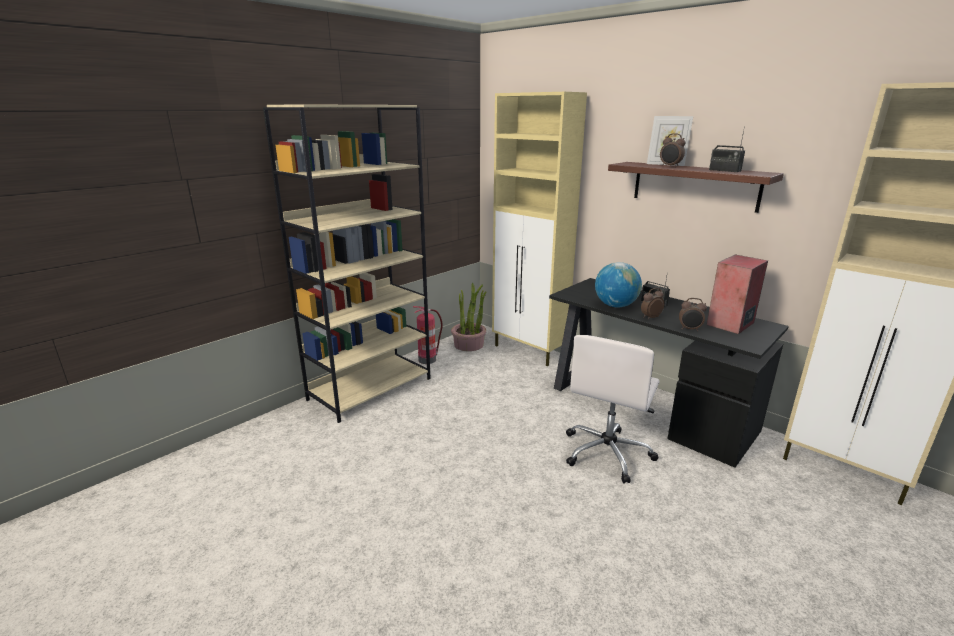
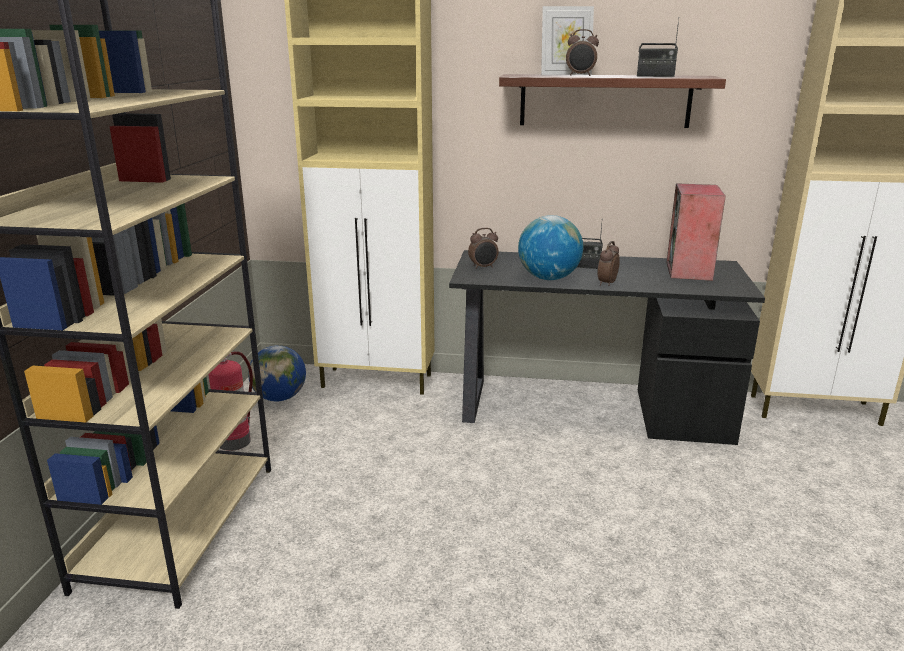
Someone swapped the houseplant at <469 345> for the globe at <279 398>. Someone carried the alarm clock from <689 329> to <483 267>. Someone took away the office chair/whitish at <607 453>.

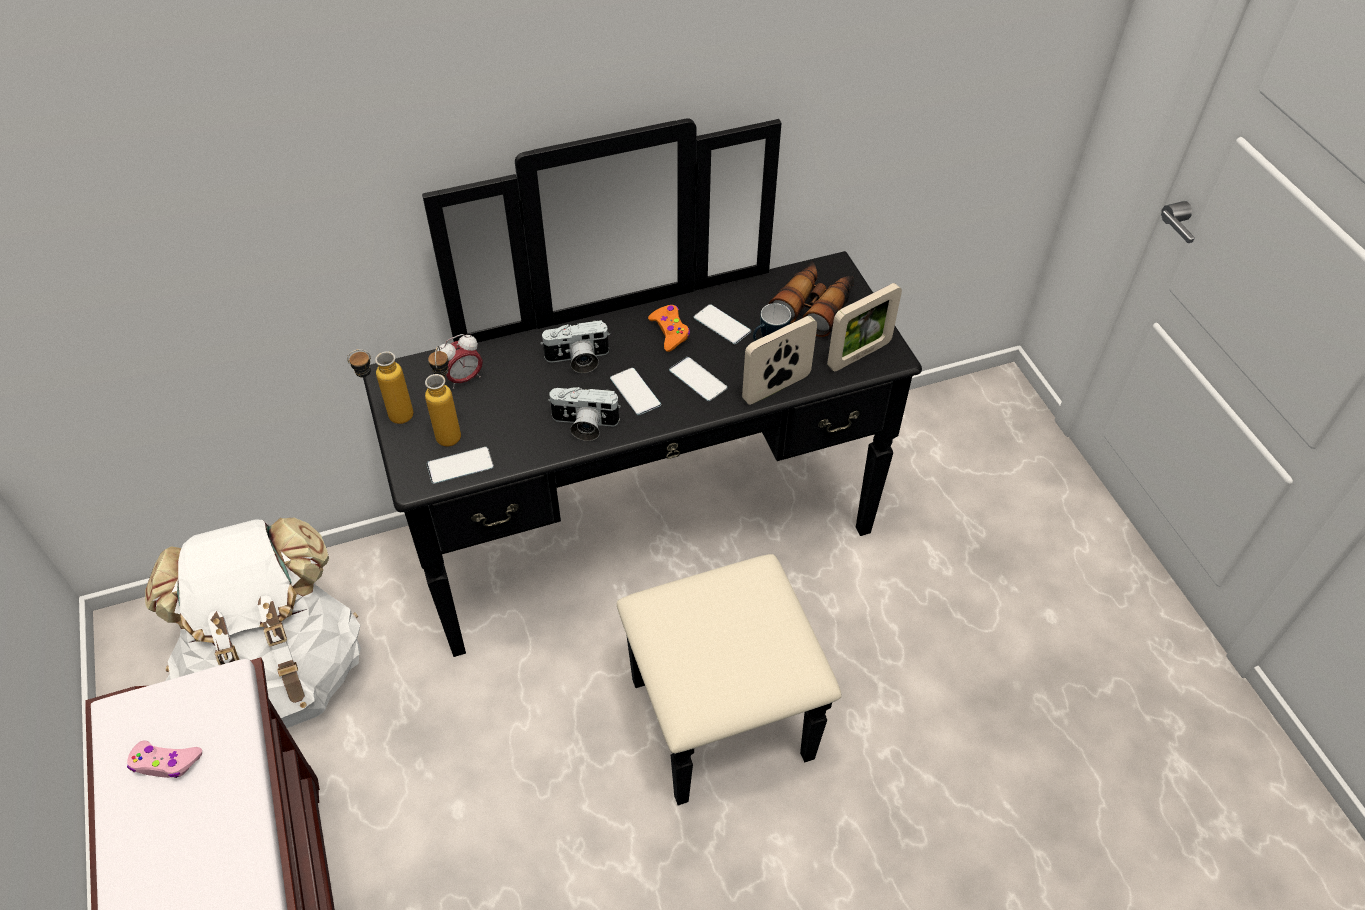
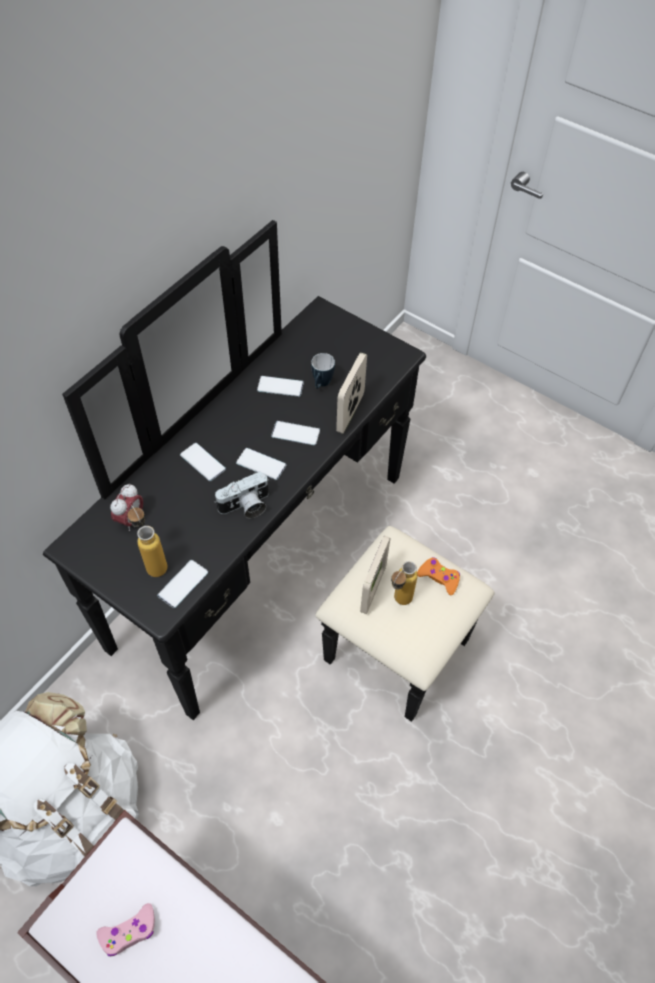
Someone took away the field glasses at <814 306>. Someone carried the standing frame from <859 355> to <373 589>. Someone carried the gamepad/orange from <670 332> to <439 578>. Someone swapped the photo camera at <578 360> for the phone at <203 462>. Someone carried the drink bottle from <390 418> to <398 603>.

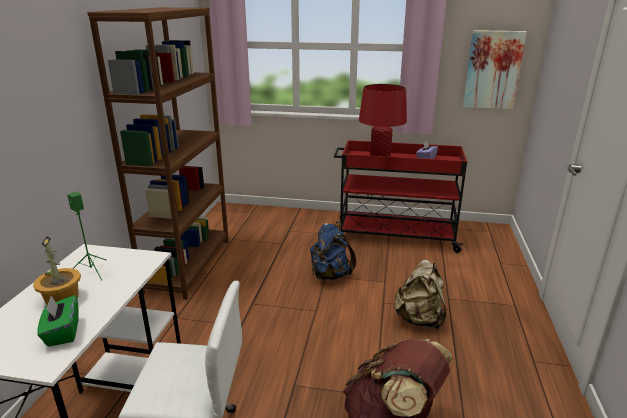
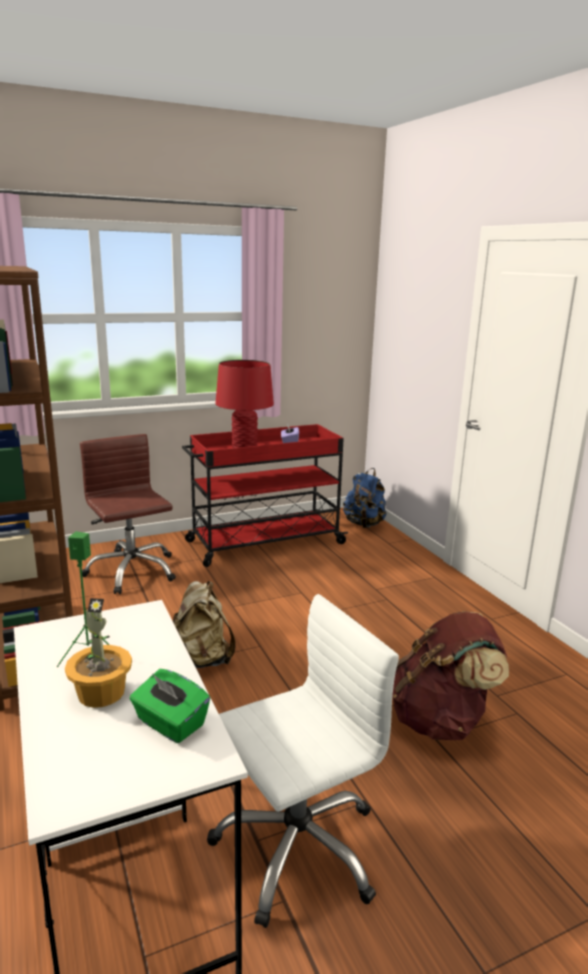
Someone took away the wall picture at <492 70>. Someone carried the knapsack/blue from <330 275> to <364 524>. Someone carried the knapsack/beige-coloured from <419 319> to <200 660>. Someone put down the office chair/brown at <131 571>.

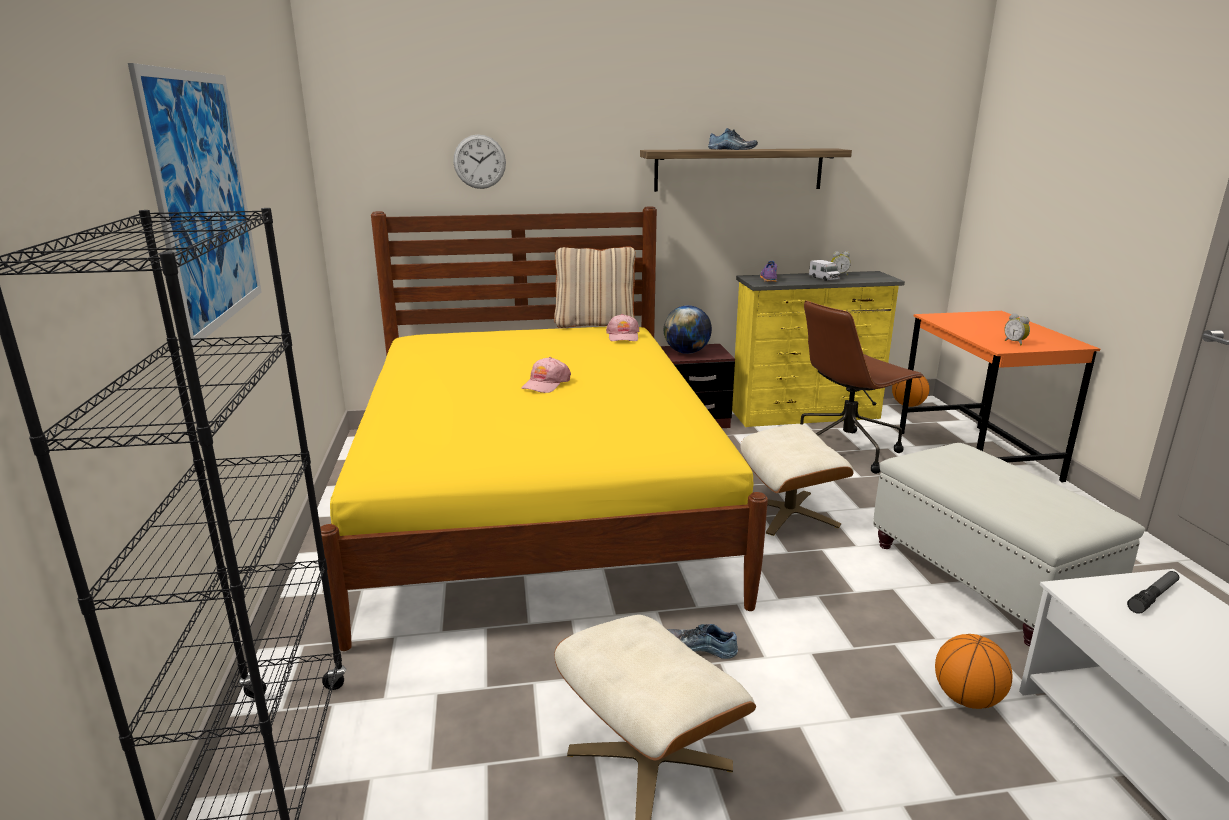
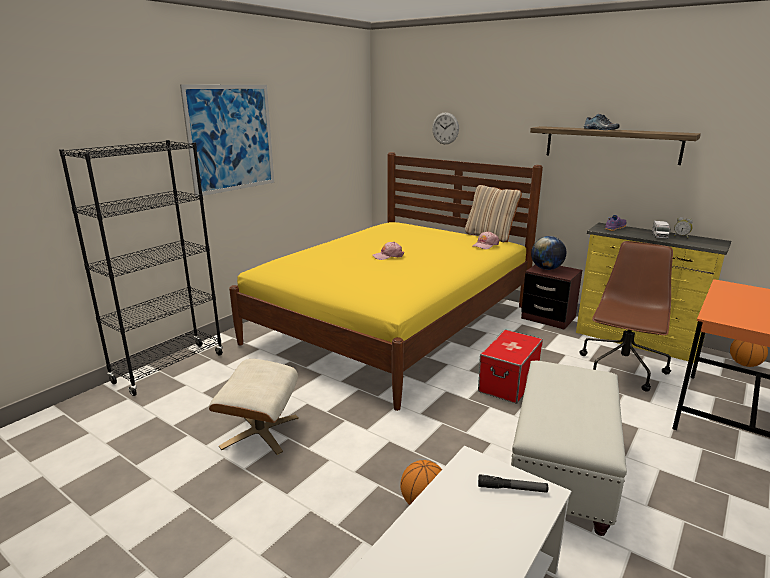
Someone rotated the office chair/brown at <846 450> by 105 degrees clockwise. Someone took away the alarm clock at <1015 342>. Someone swapped the ottoman/beige-coloured at <790 512> for the storage box at <509 383>. Someone took away the low shoe at <699 647>.

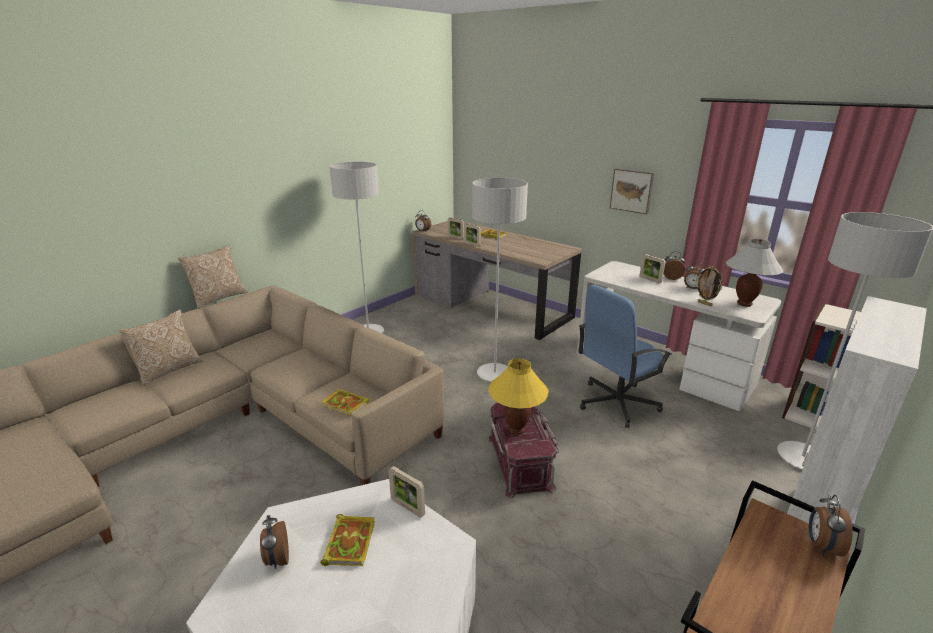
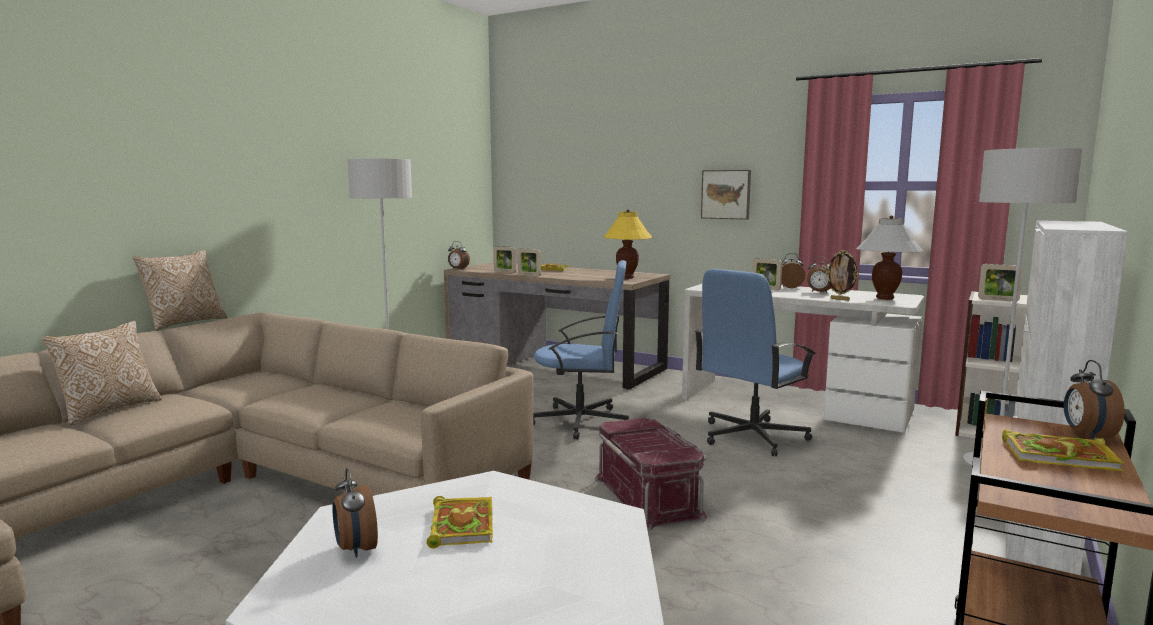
Someone swapped the standing lamp/grey at <494 374> for the office chair/blue at <582 421>. Someone carried the table lamp/yellowish from <516 430> to <627 277>. Someone carried the volume from <346 404> to <1061 456>. Someone carried the standing frame from <407 507> to <998 300>.

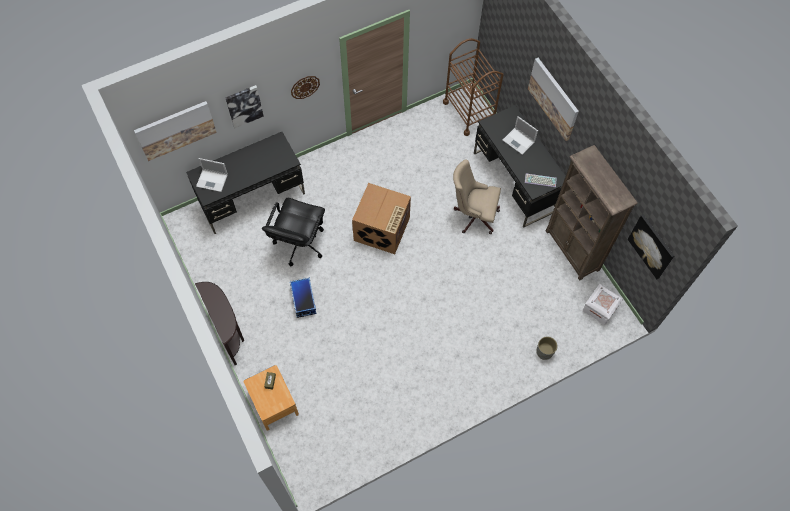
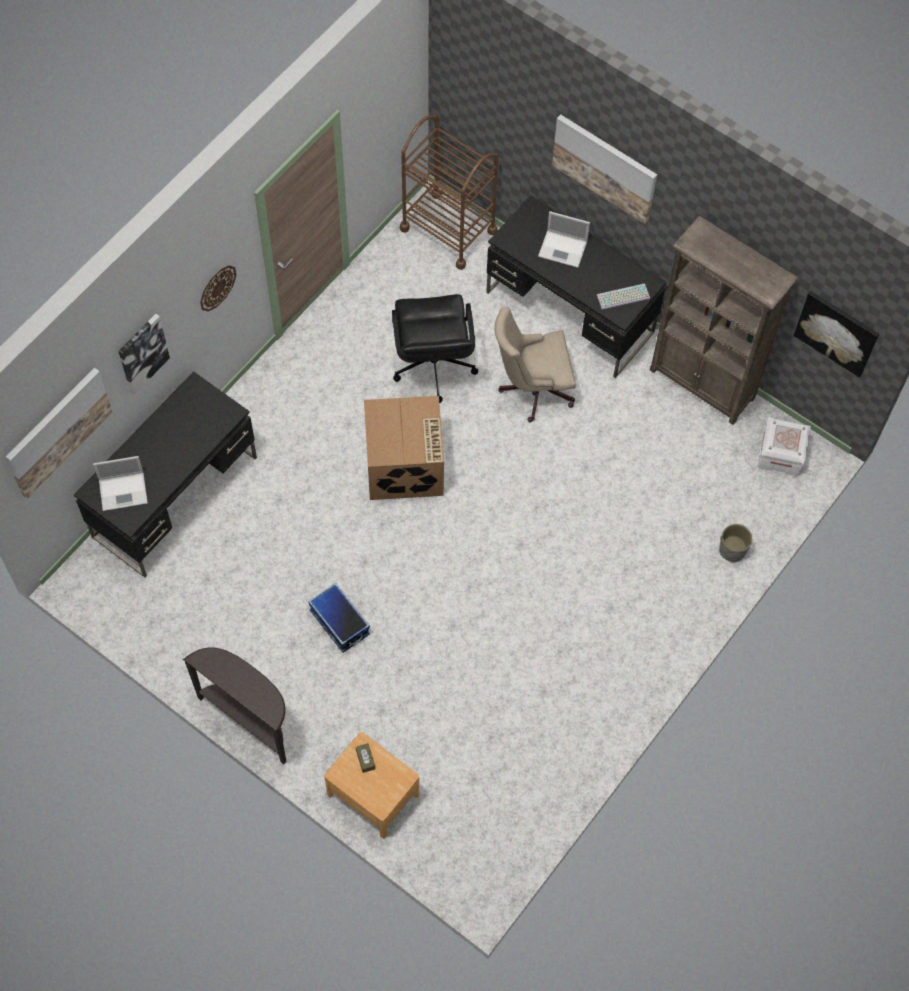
Someone carried the office chair/black from <299 244> to <433 366>.

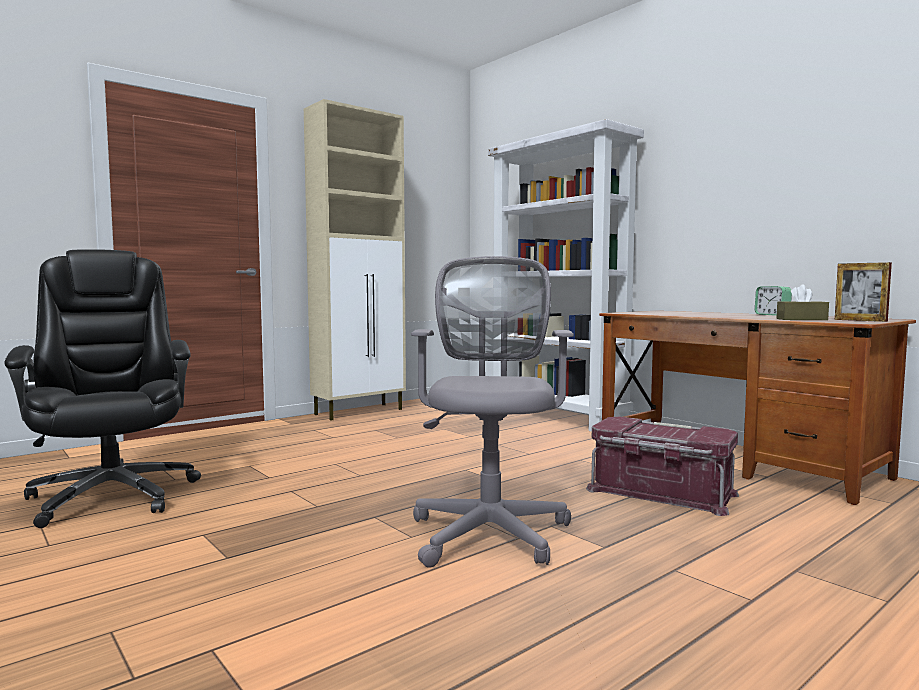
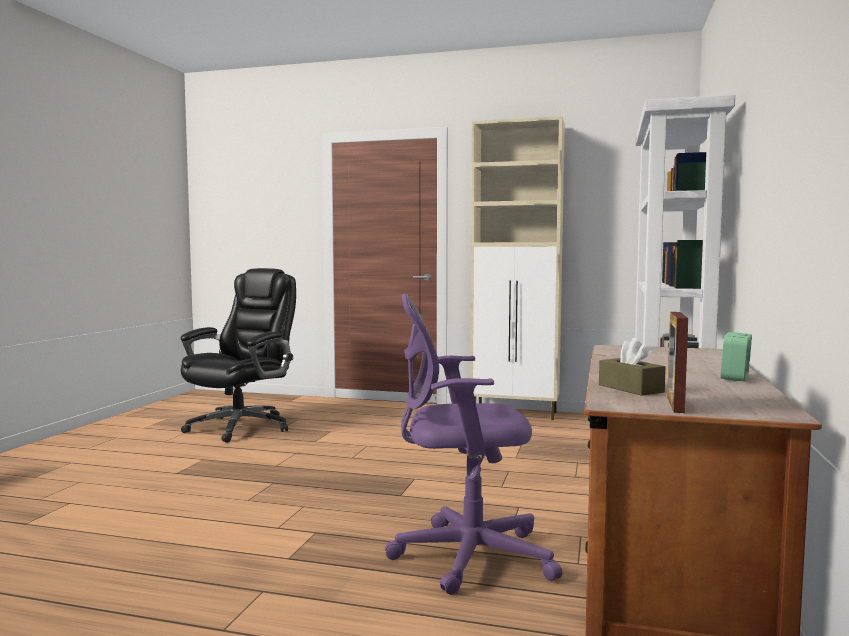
Someone took away the office chair/grey at <490 531>. Someone swapped the storage box/red at <660 492> for the office chair/purplish at <464 556>.

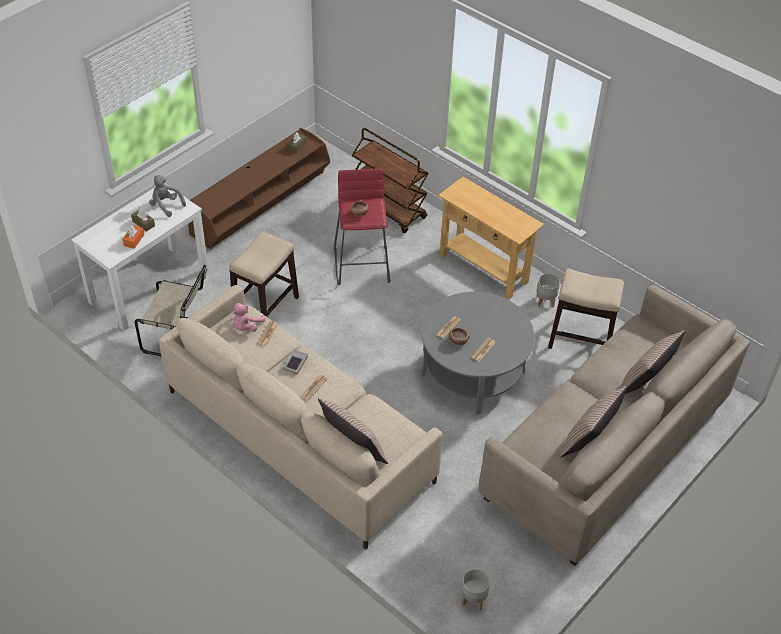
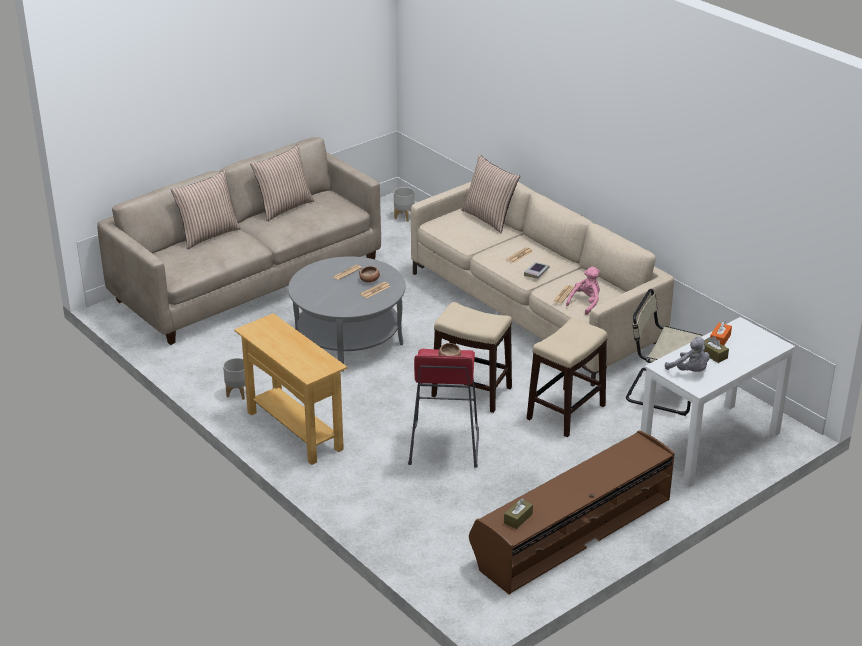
Someone took away the cart/brown at <389 209>. Someone carried the stool seat from <580 339> to <472 392>.

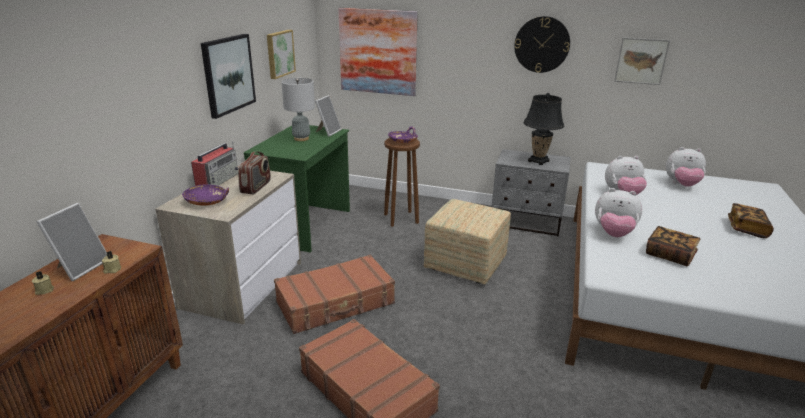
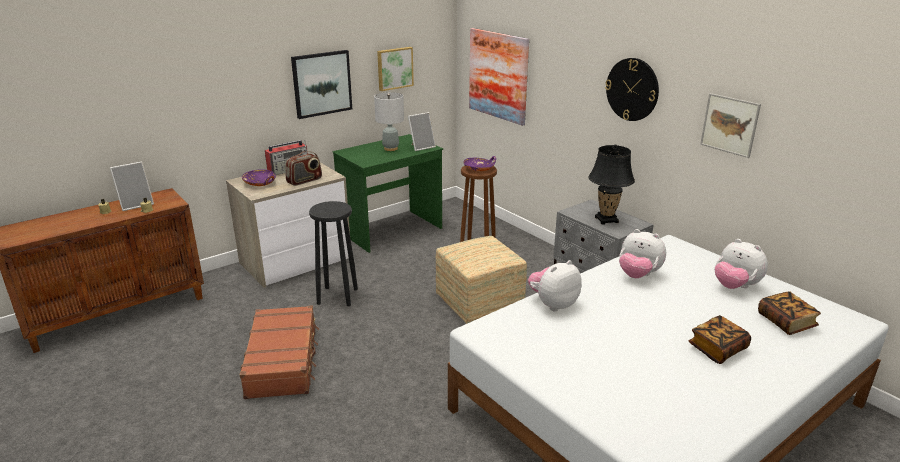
Someone rotated the plush toy at <613 234> by 90 degrees clockwise. Someone carried the volume from <670 255> to <786 322>. Someone swapped the piece of luggage/brown at <336 303> for the stool seat/black at <338 296>.

